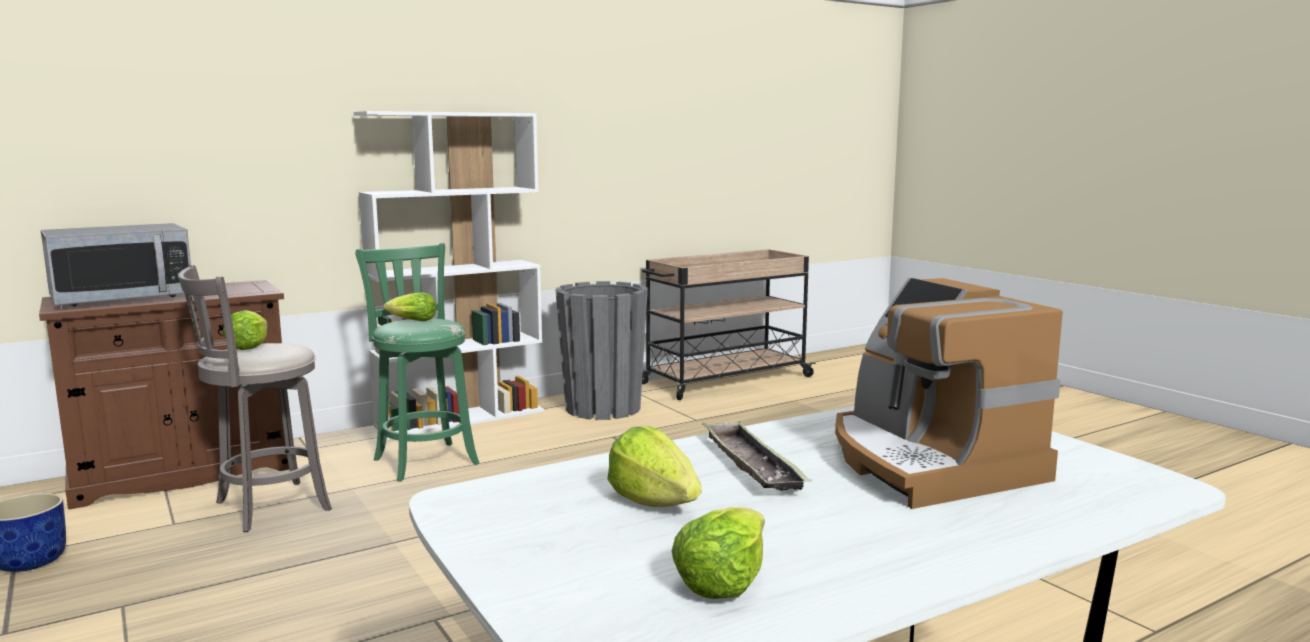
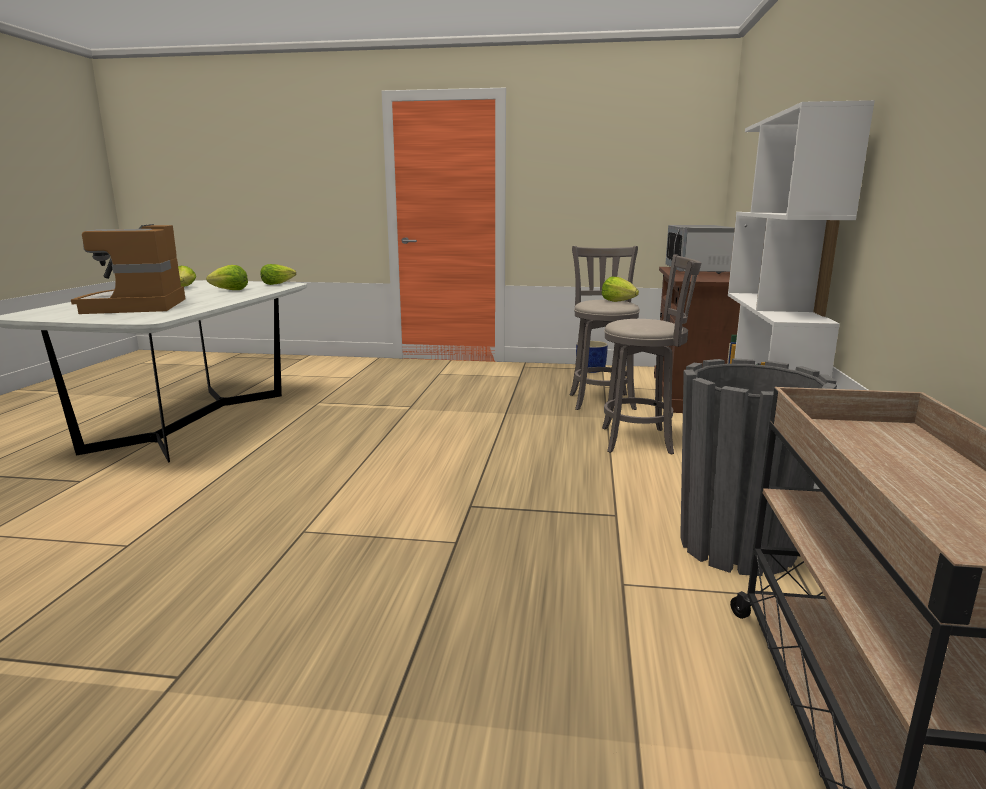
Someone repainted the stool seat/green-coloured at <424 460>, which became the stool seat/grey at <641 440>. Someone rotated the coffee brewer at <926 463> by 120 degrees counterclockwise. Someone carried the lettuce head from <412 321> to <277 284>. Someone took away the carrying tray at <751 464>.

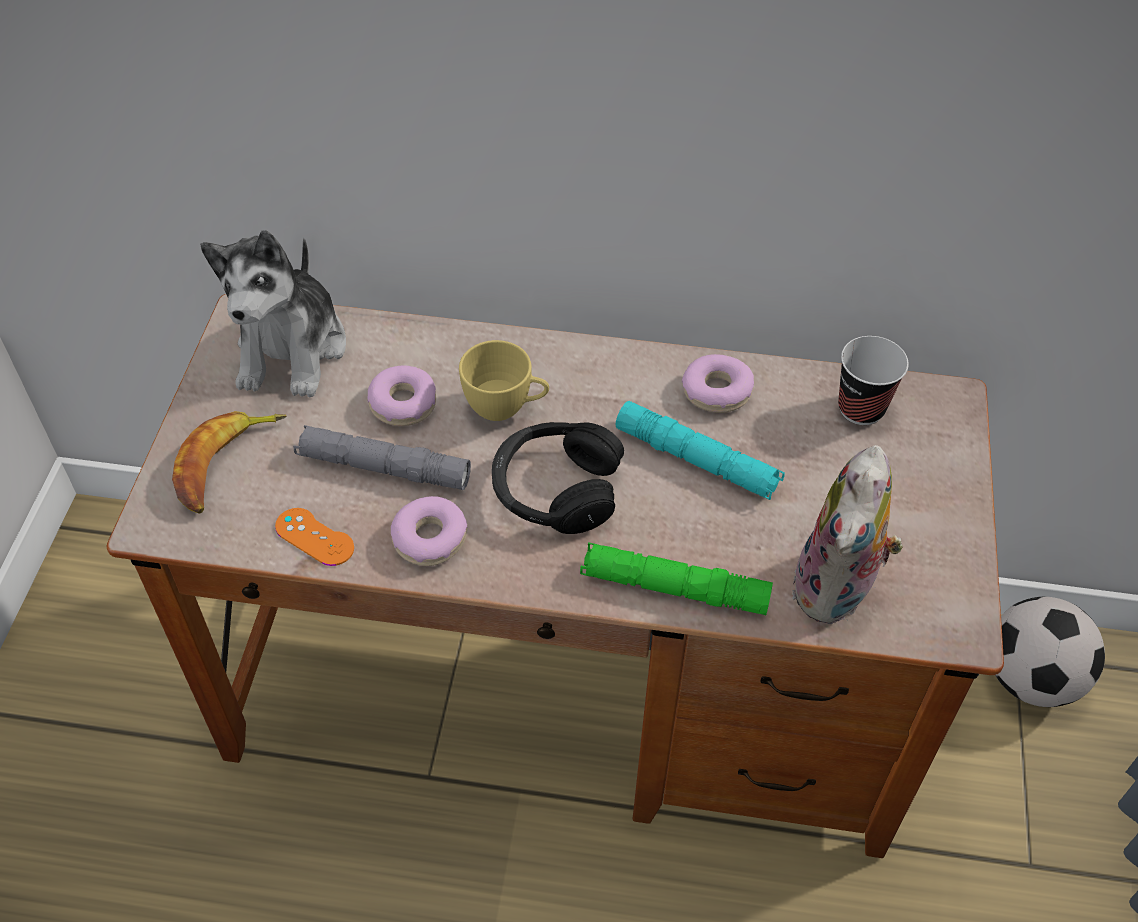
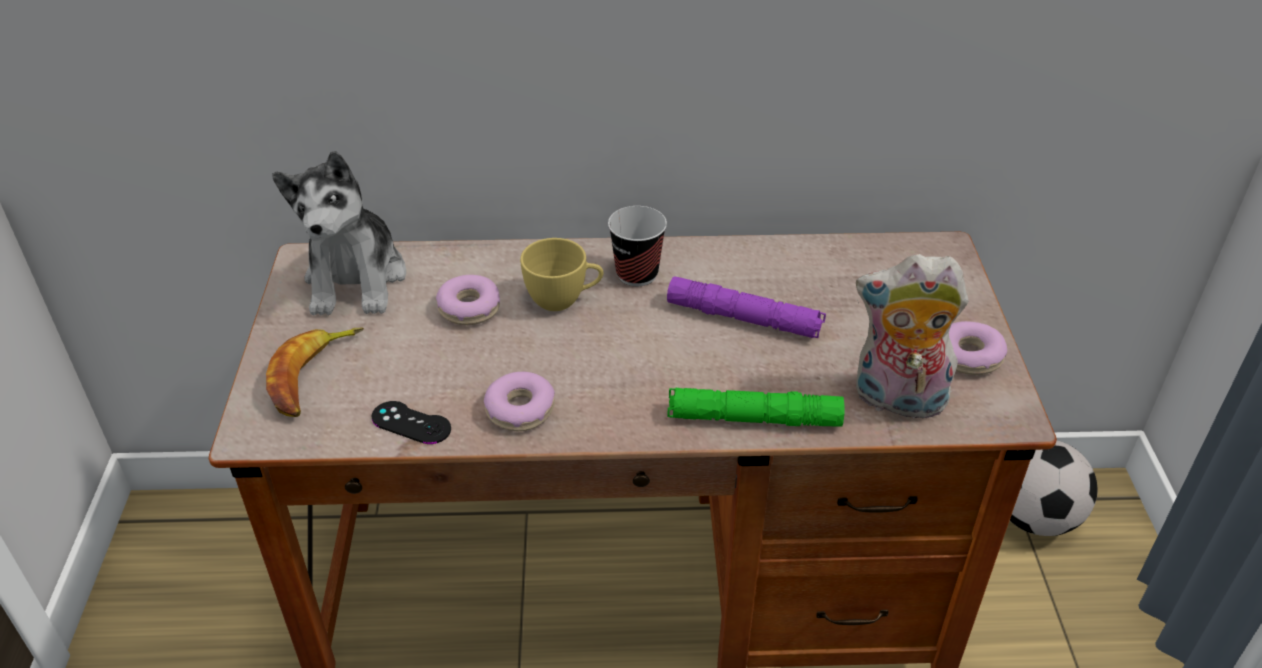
Someone carried the small cup from <861 408> to <637 274>. Someone carried the donut from <716 391> to <968 356>. Someone repainted the torch/turquoise-coloured at <697 460>, which became the torch/purplish at <744 318>. Someone took away the pair of headphones/black at <556 489>. Someone took away the torch/grey at <383 467>. Someone rotated the plush toy at <837 590> by 90 degrees clockwise. Someone repainted the gamepad/orange at <314 537>, which became the gamepad/black at <411 423>.

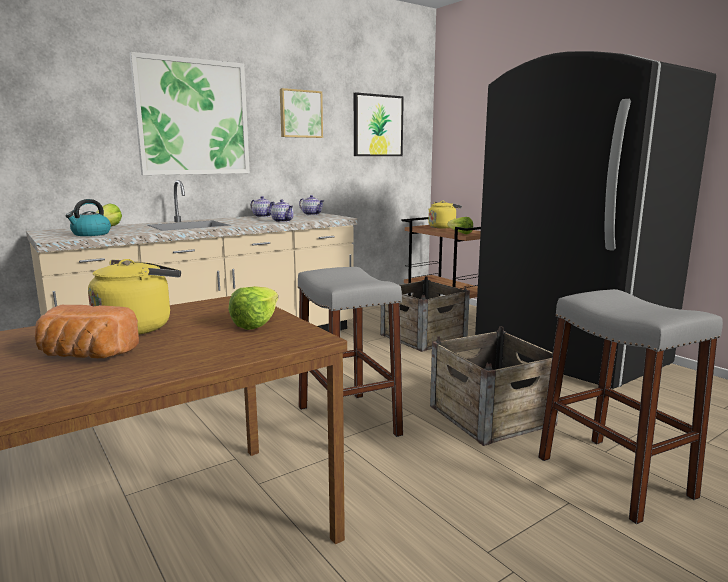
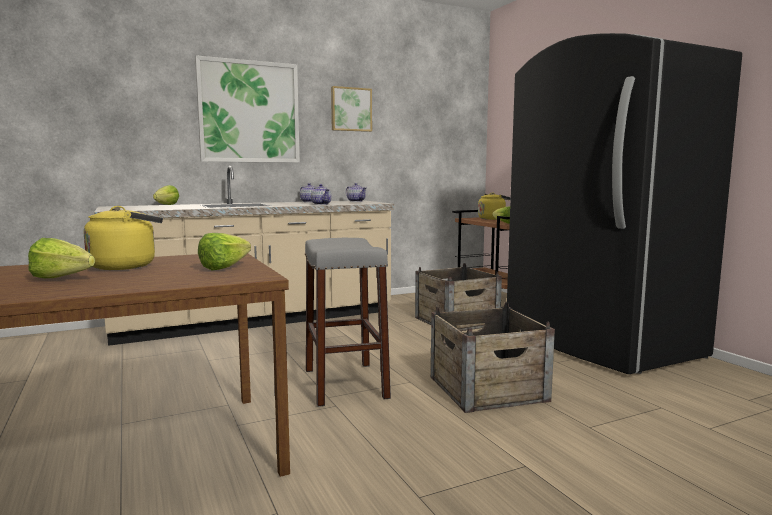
Someone took away the wall picture at <377 125>. Someone took away the kettle at <91 234>. Someone took away the stool seat/grey at <613 476>. Someone swapped the bakery bread at <85 356> for the lettuce head at <65 279>.

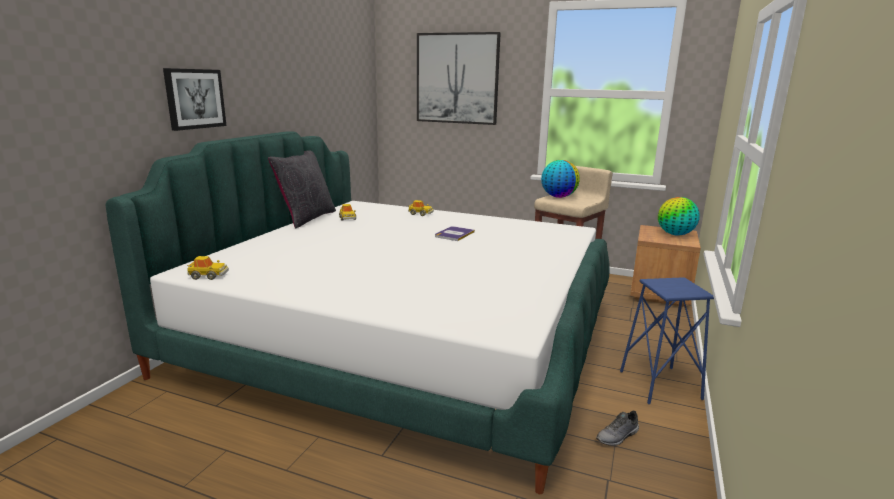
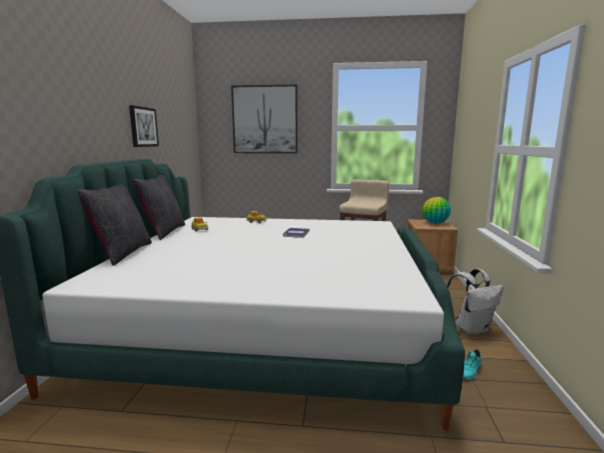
Someone carried the wall picture from <194 98> to <143 127>. Someone took away the globe at <558 197>. Someone took away the model car at <208 276>. Someone swapped the stool seat/blue at <660 385> for the knapsack/whitish at <471 328>. Someone repainted the low shoe/grey at <618 436>, which became the low shoe/turquoise-coloured at <470 372>. Someone put down the throw pillow/black at <122 253>.

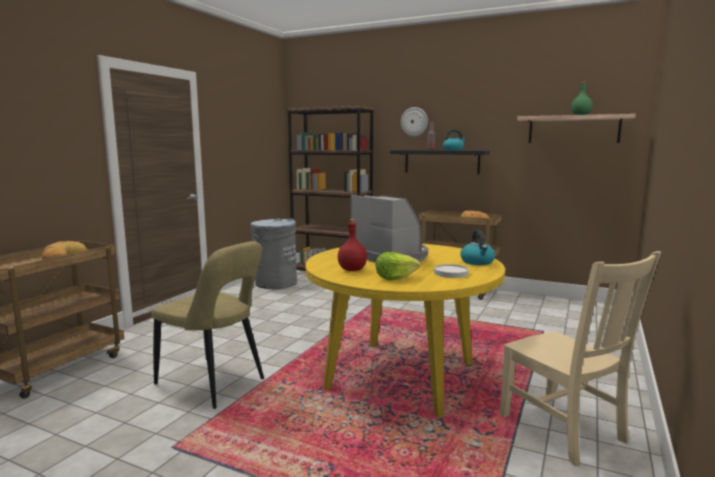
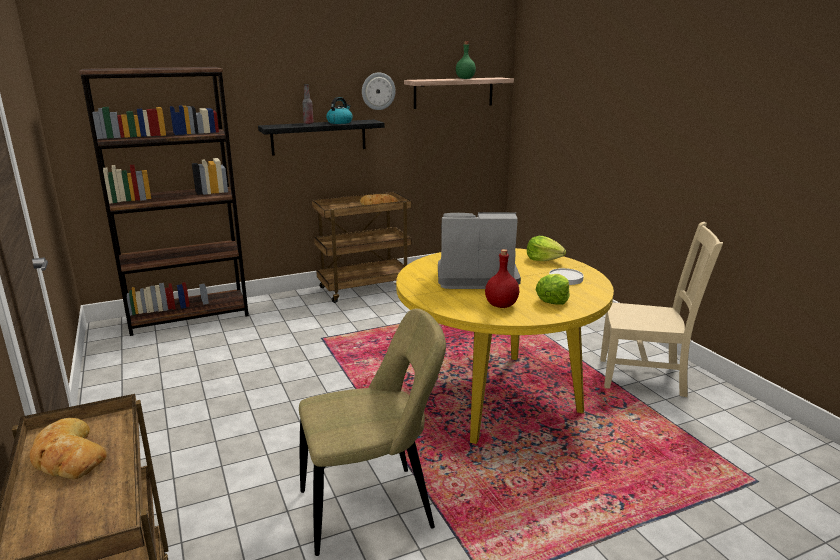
Someone carried the wall clock from <414 121> to <378 91>. Someone took away the trash can/grey at <275 283>. Someone swapped the kettle at <477 262> for the lettuce head at <543 259>.

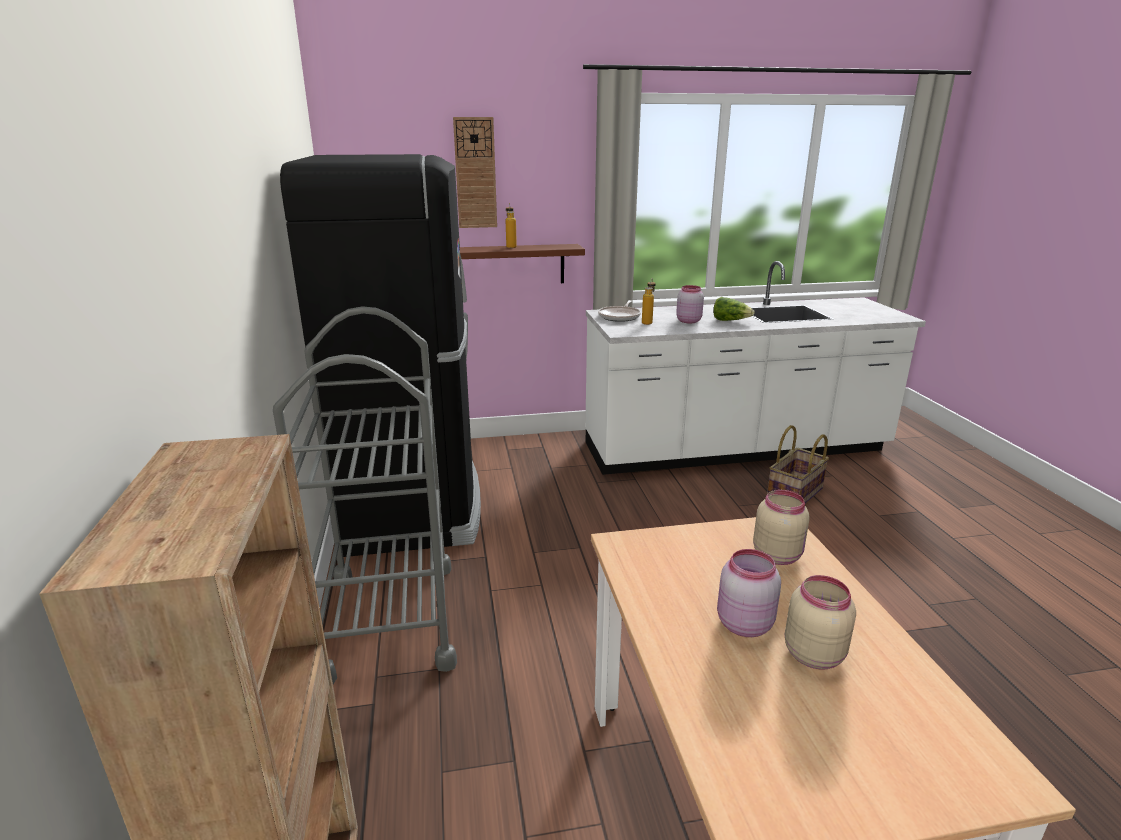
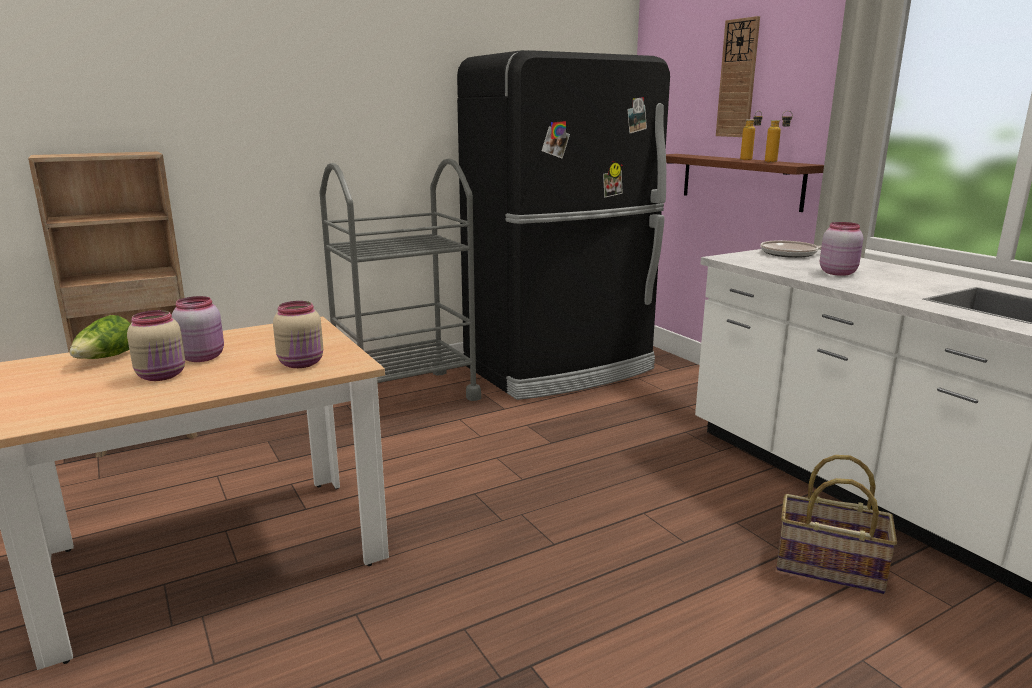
Someone carried the drink bottle from <648 322> to <775 162>. Someone carried the lettuce head from <730 321> to <106 359>.

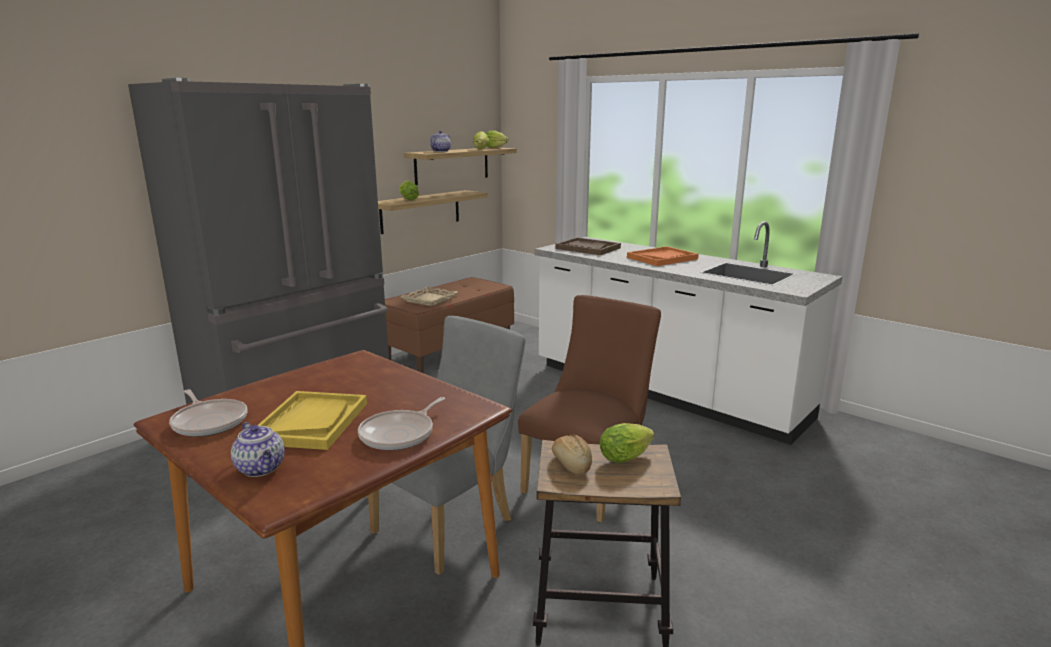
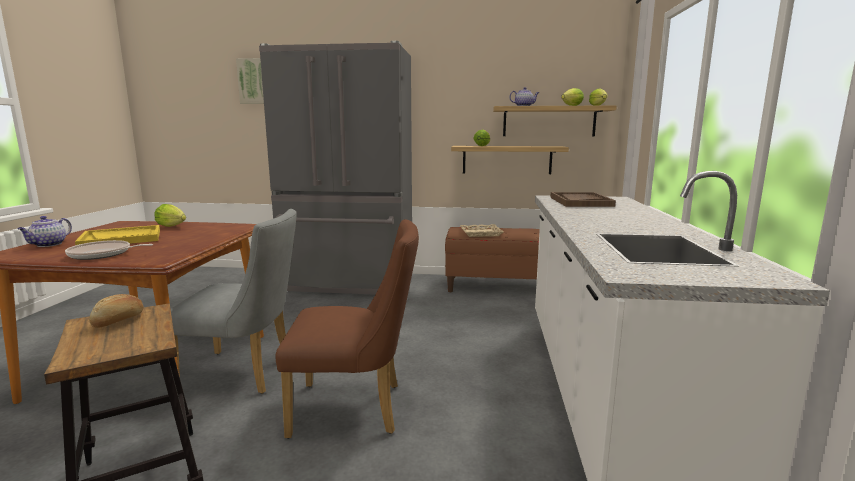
Someone took away the carrying tray/orange at <662 258>. Someone took away the skillet at <209 421>. Someone carried the lettuce head from <627 457> to <173 226>. Someone put up the wall picture at <253 81>.

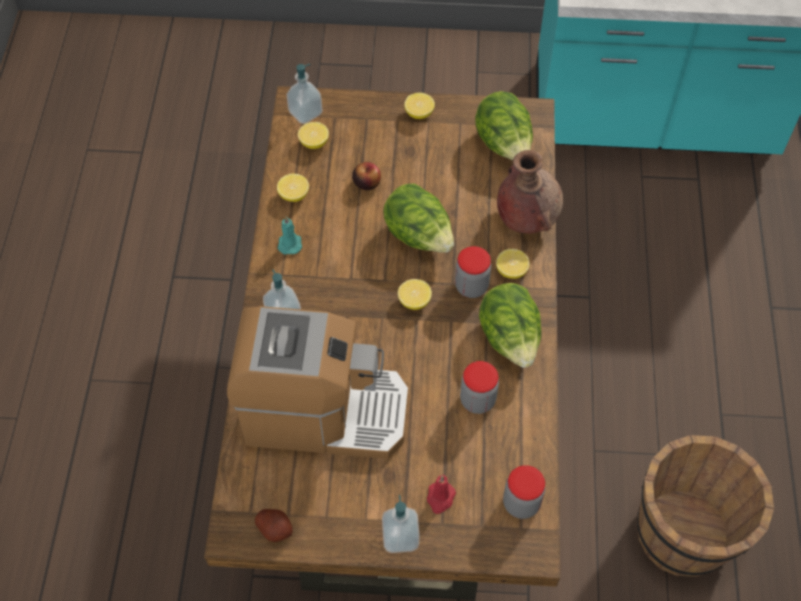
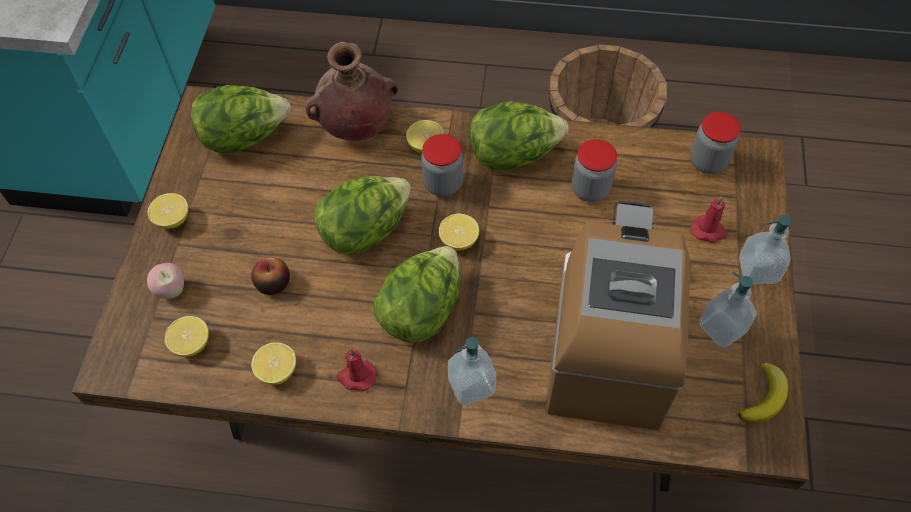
Someone carried the soap bottle from <305 113> to <722 328>. Someone repainted the candle/turquoise-coloured at <290 243>, which became the candle/red at <356 377>. Someone swapped the potato at <275 529> for the whole banana at <764 397>. Someone put down the lettuce head at <421 310>. Someone put down the apple fruit at <171 290>.

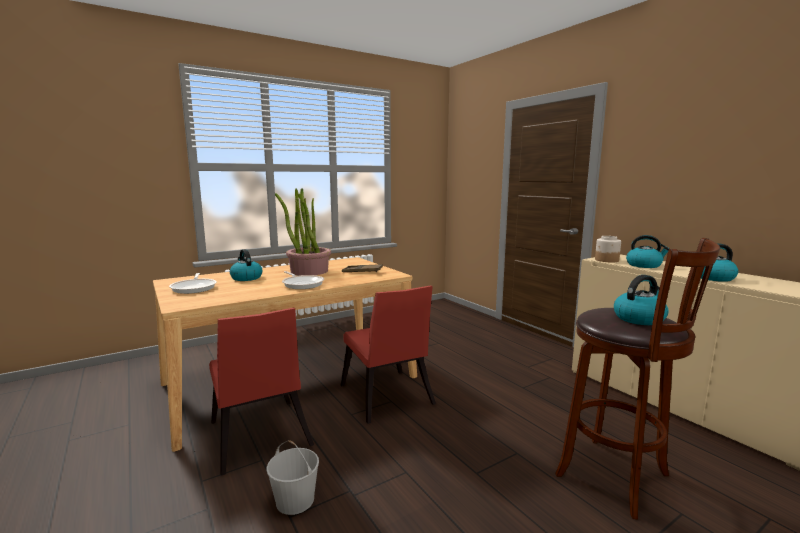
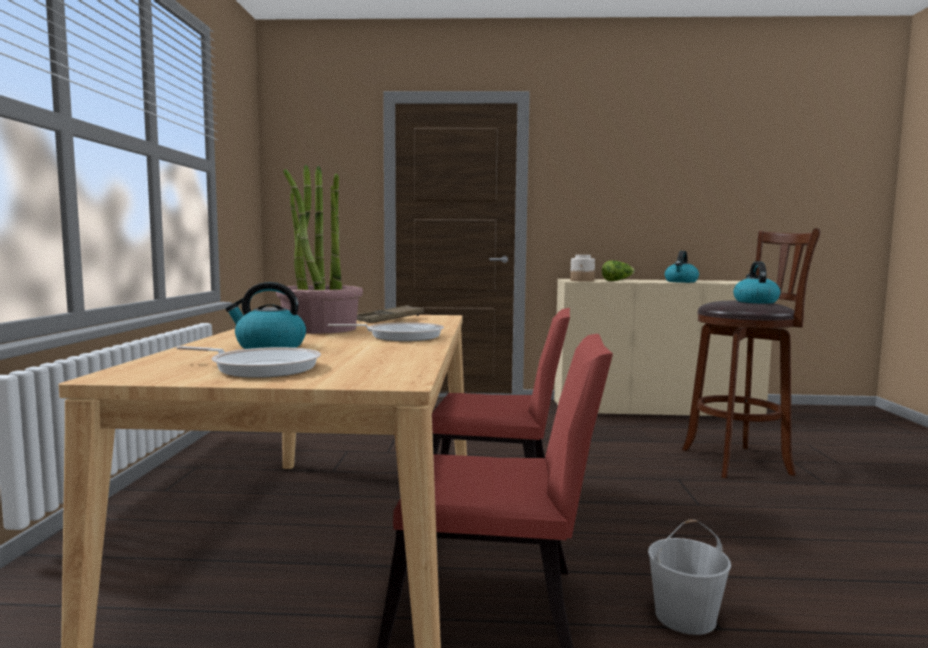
Someone swapped the kettle at <644 265> for the lettuce head at <617 281>.

